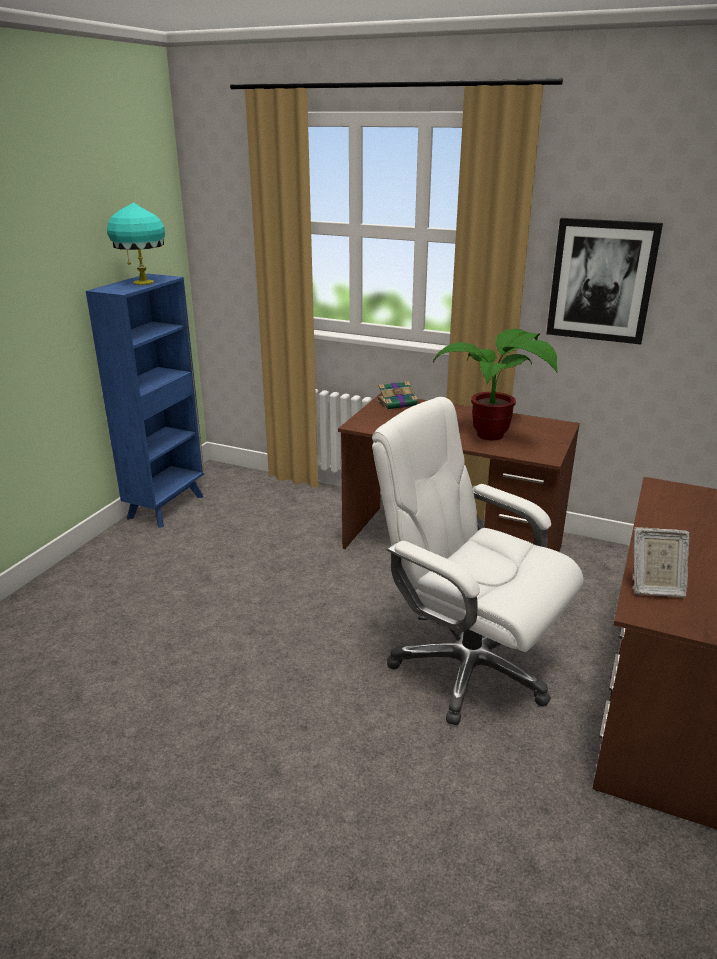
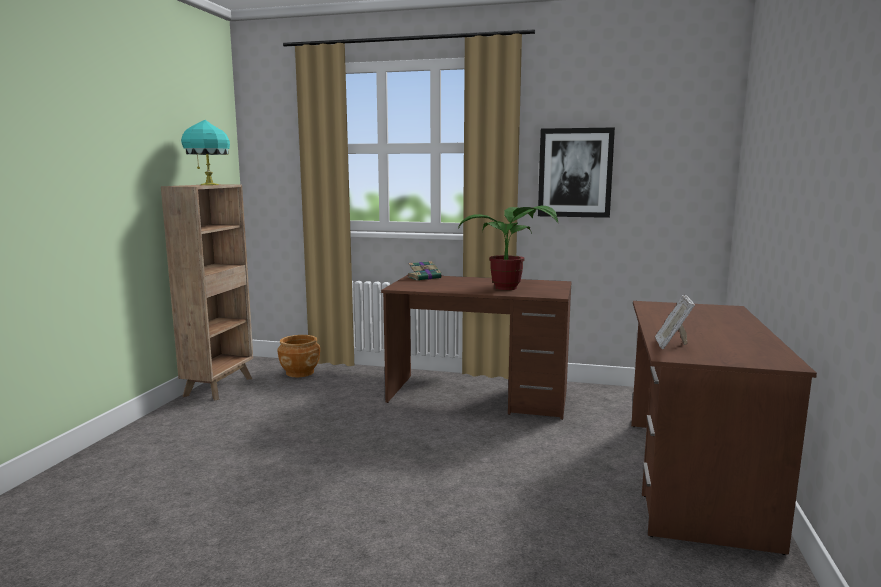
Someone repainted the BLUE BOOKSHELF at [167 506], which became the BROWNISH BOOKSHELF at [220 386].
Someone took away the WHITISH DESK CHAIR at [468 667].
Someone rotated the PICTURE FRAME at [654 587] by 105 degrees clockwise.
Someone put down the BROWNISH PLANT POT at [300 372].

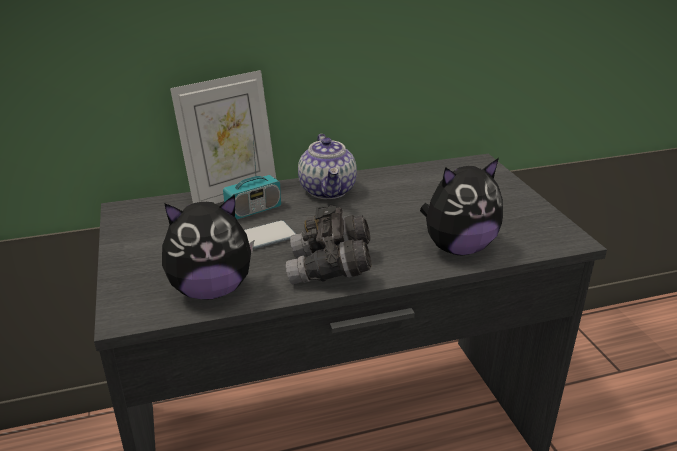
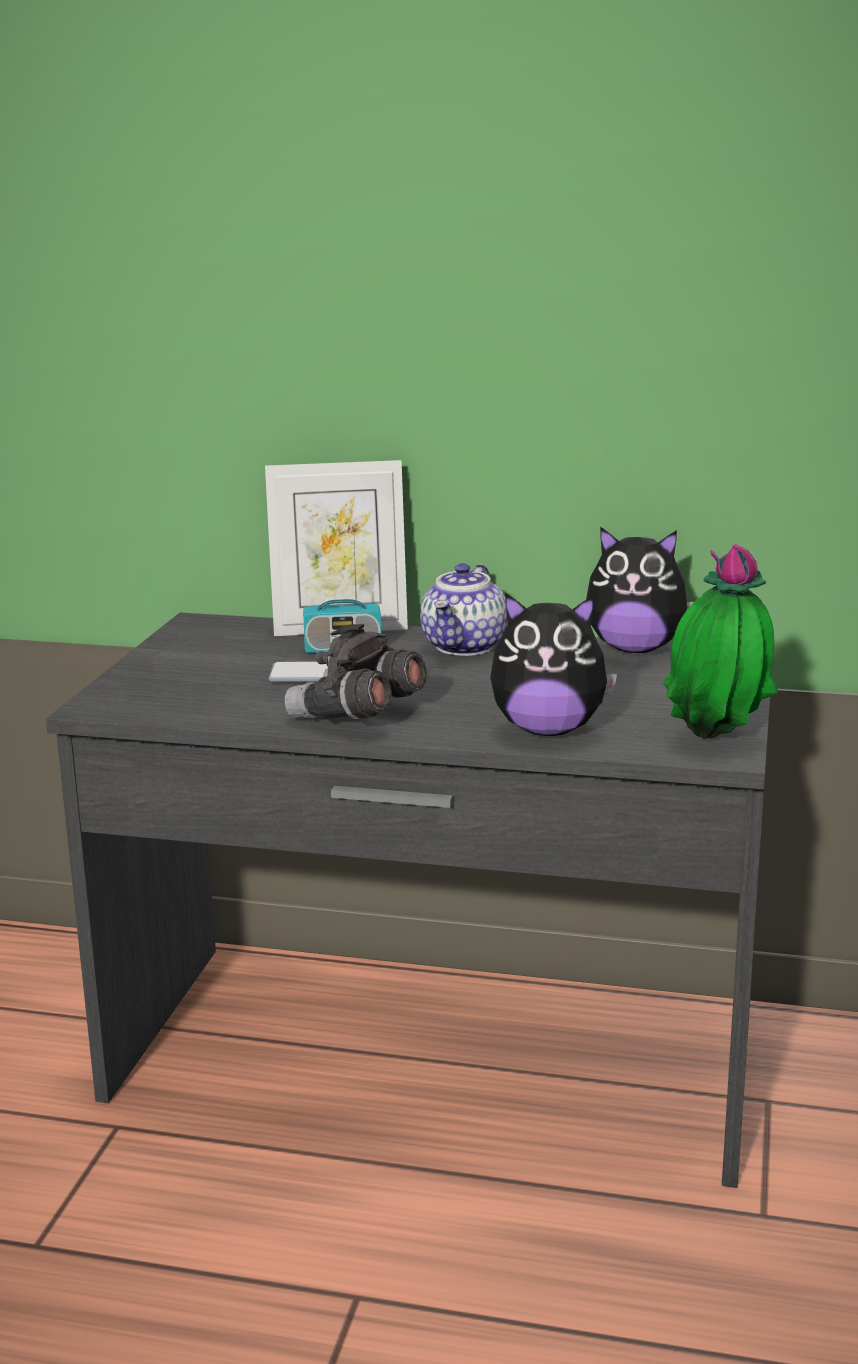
Someone carried the SOFT TOY from [211 290] to [635 649].
Someone put down the POTTED PLANT at [716 741].

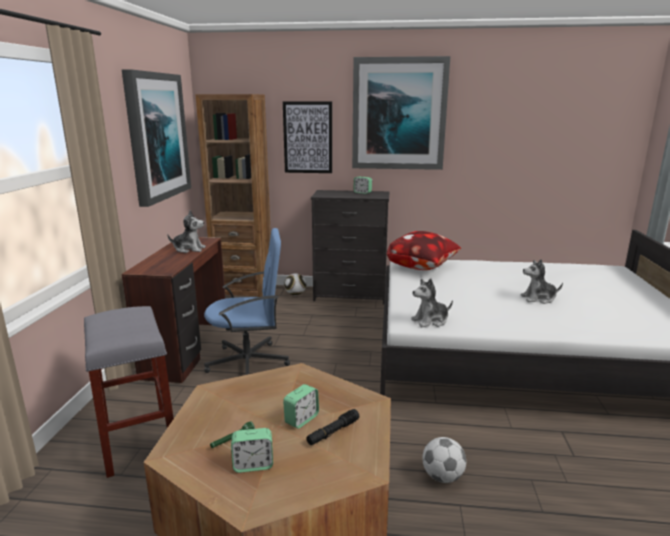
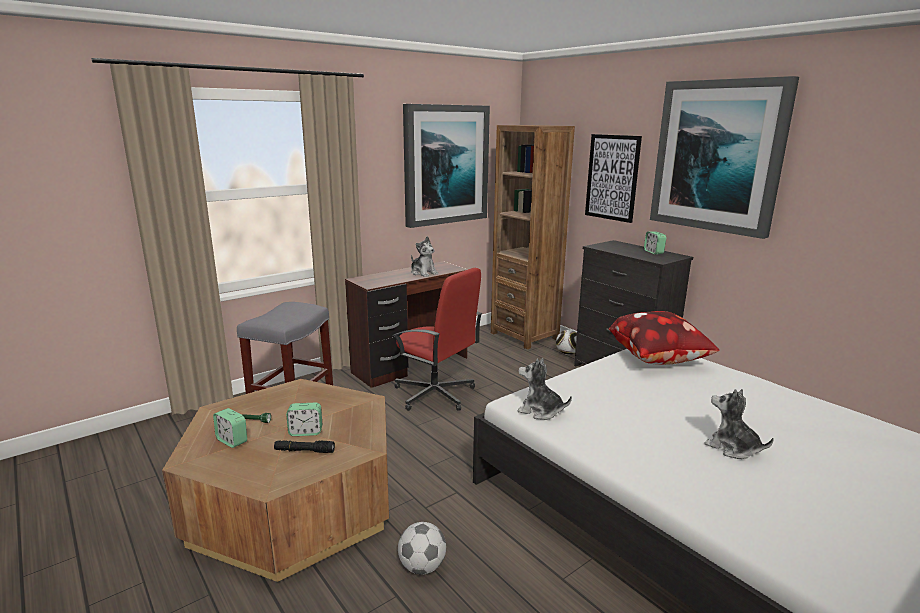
Someone repainted the BLUE DESK CHAIR at [249 362], which became the RED-COLOURED DESK CHAIR at [435 394].

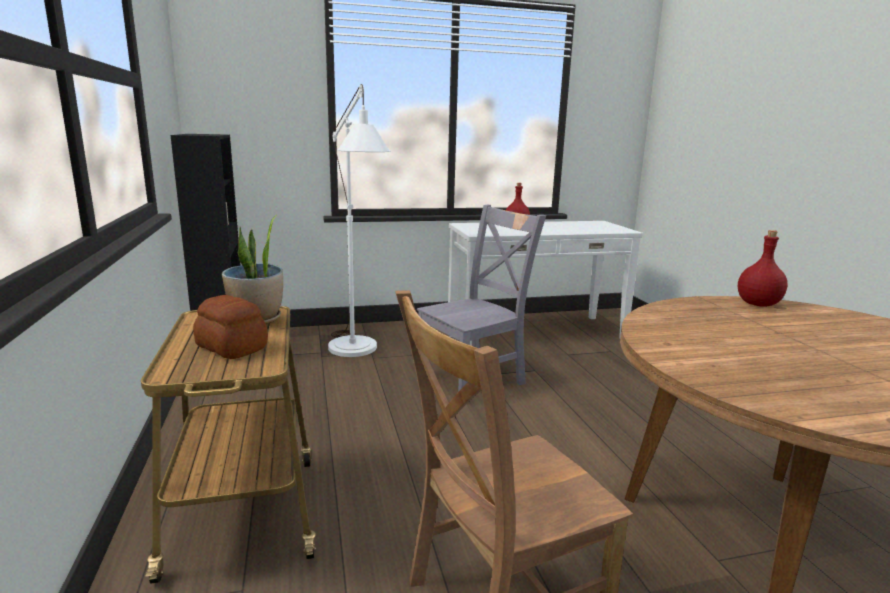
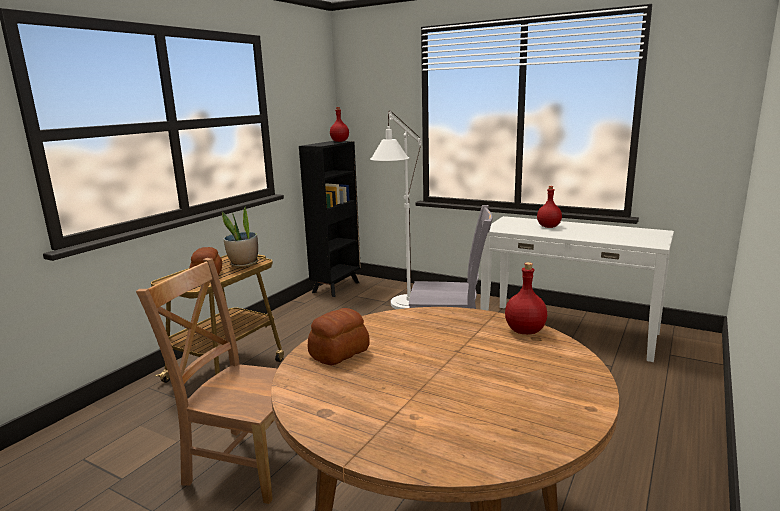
Someone put down the RED-COLOURED DRINK BOTTLE at [339 141].
Someone put down the BAKERY BREAD at [340 353].

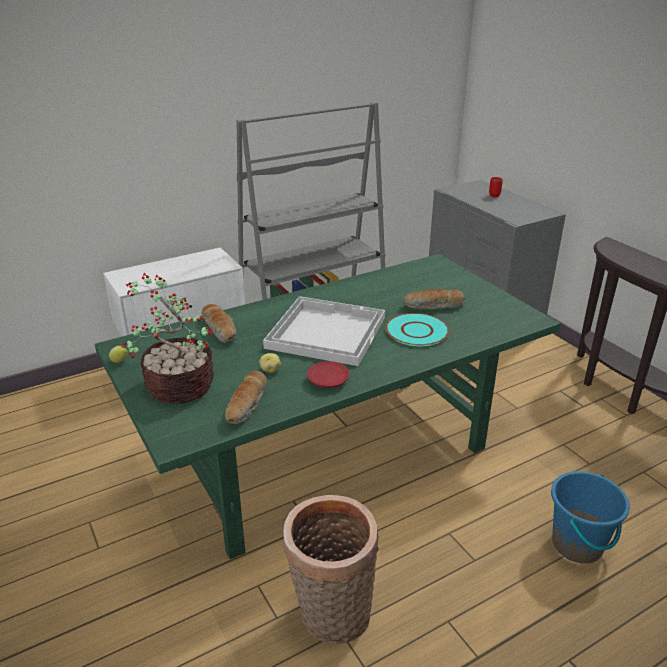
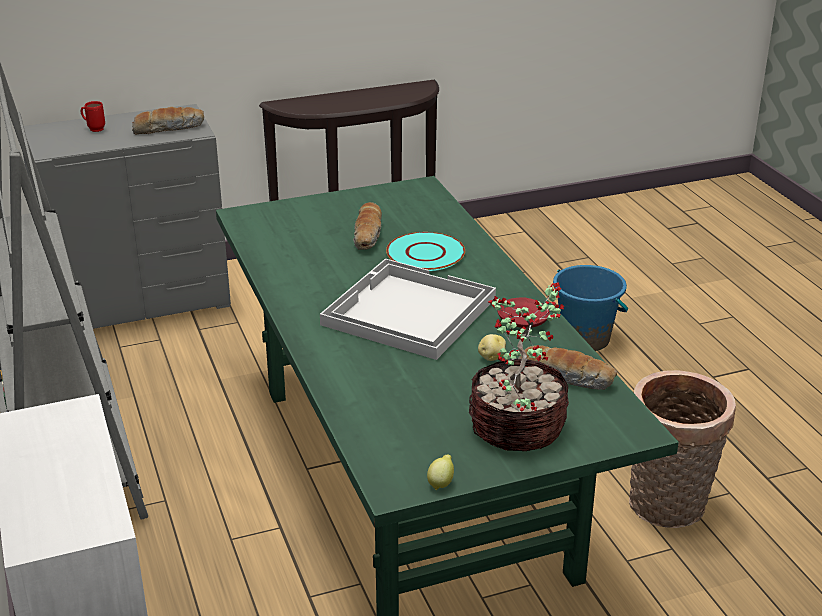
Someone carried the BAKERY BREAD from [220 329] to [169 128].

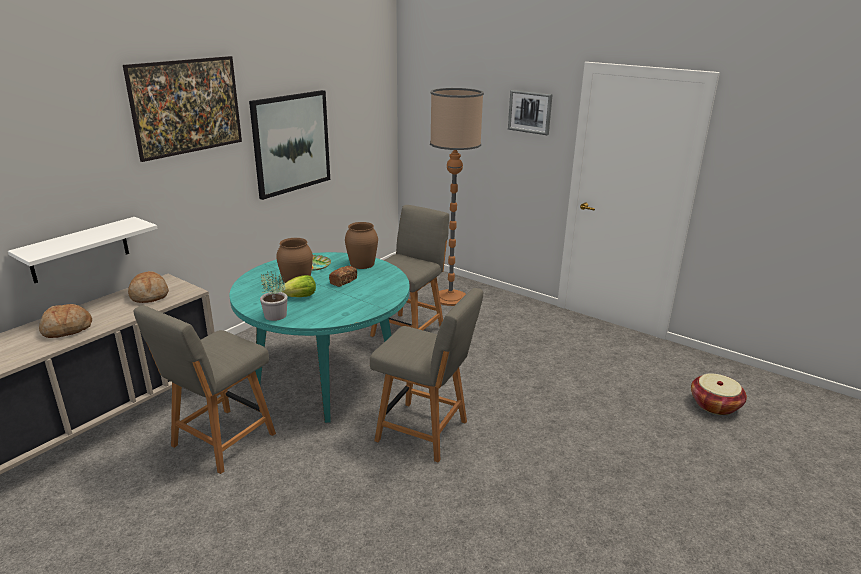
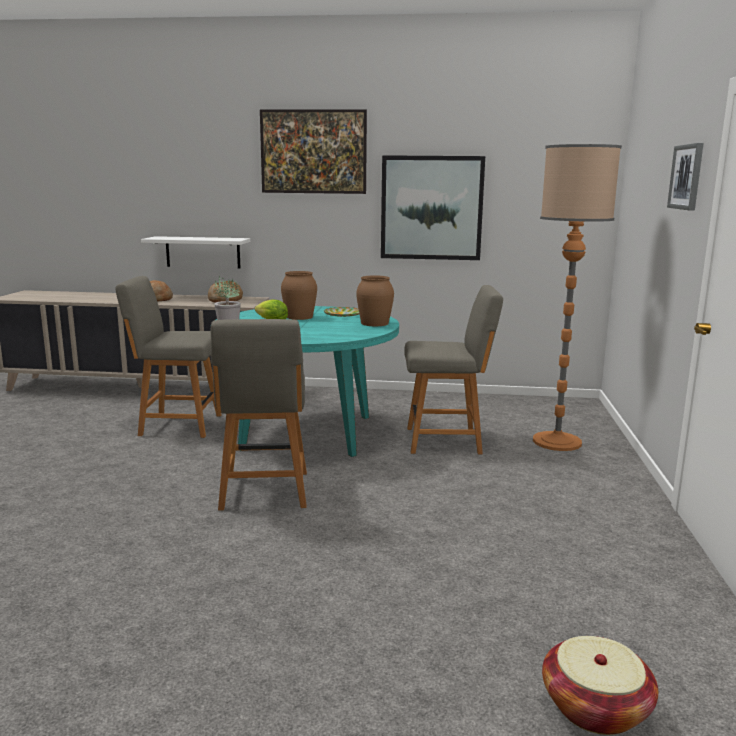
Someone took away the BAKERY BREAD at [343 281].

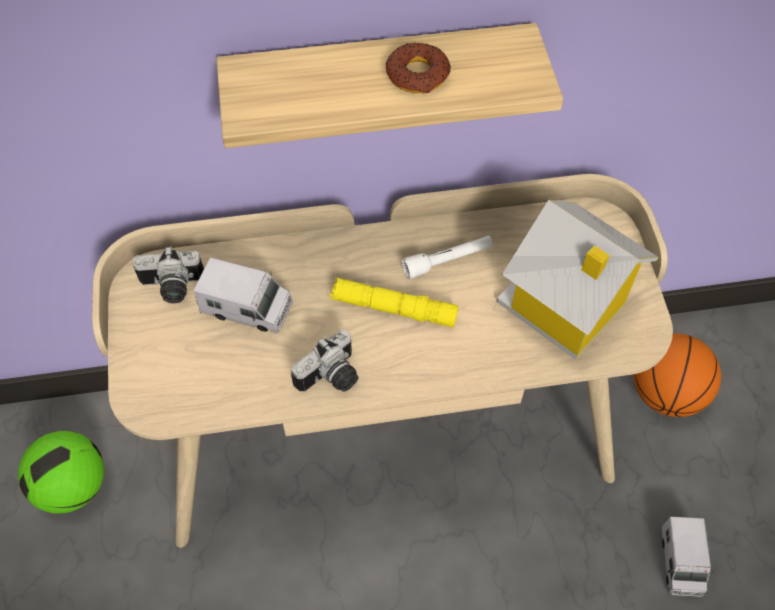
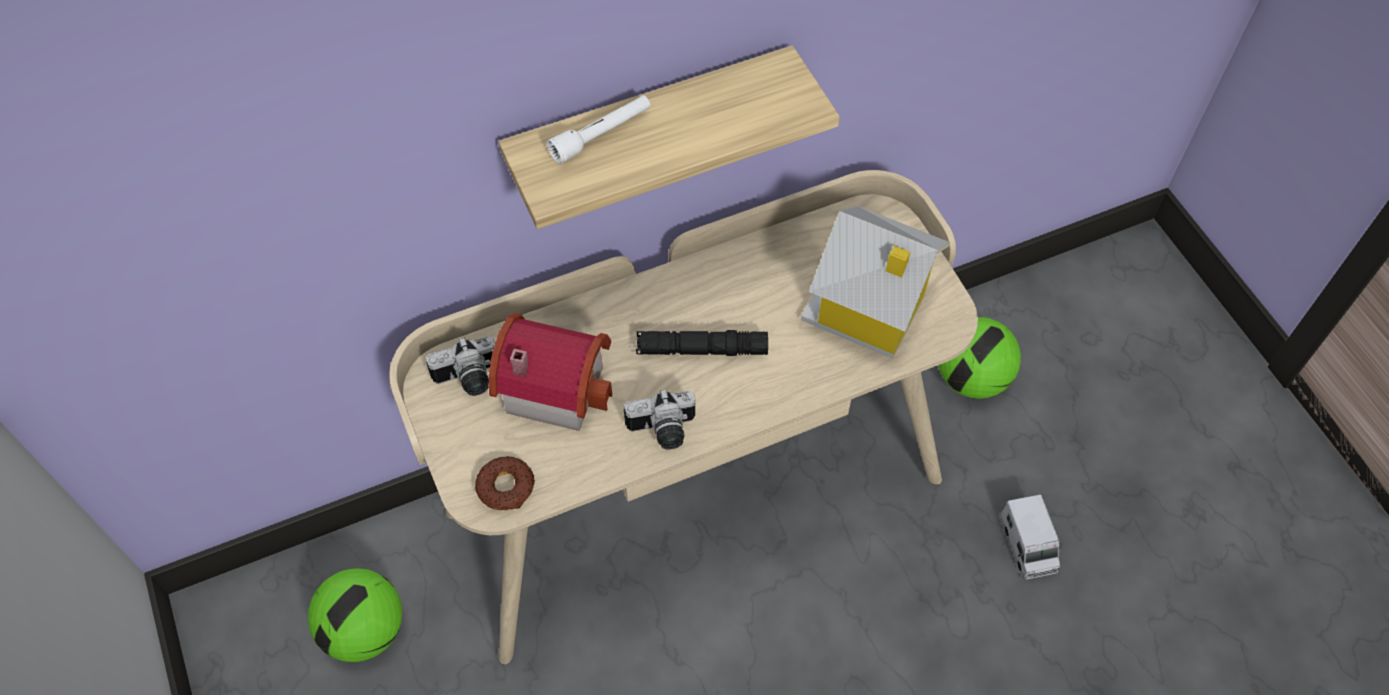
Someone carried the DONUT from [418 74] to [506 487].
Someone carried the WHITISH HAND TORCH from [447 261] to [601 135].
Someone swapped the MODEL TRUCK at [247 308] for the MINIATURE HOUSE at [554 383].
Someone repainted the YELLOW HAND TORCH at [393 308], which became the BLACK HAND TORCH at [702 349].
Someone rotated the PHOTO CAMERA at [332 378] by 45 degrees clockwise.
Someone swapped the BASKETBALL BALL at [665 393] for the FOOTBALL BALL at [971 378].

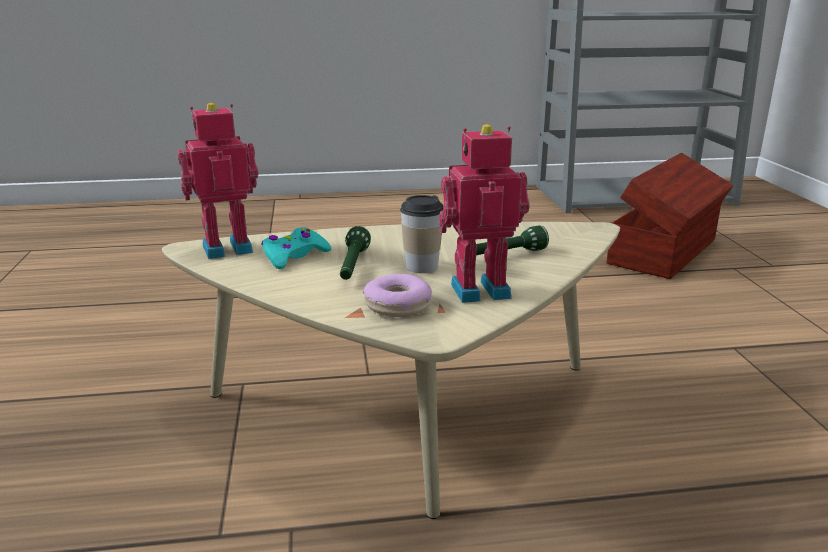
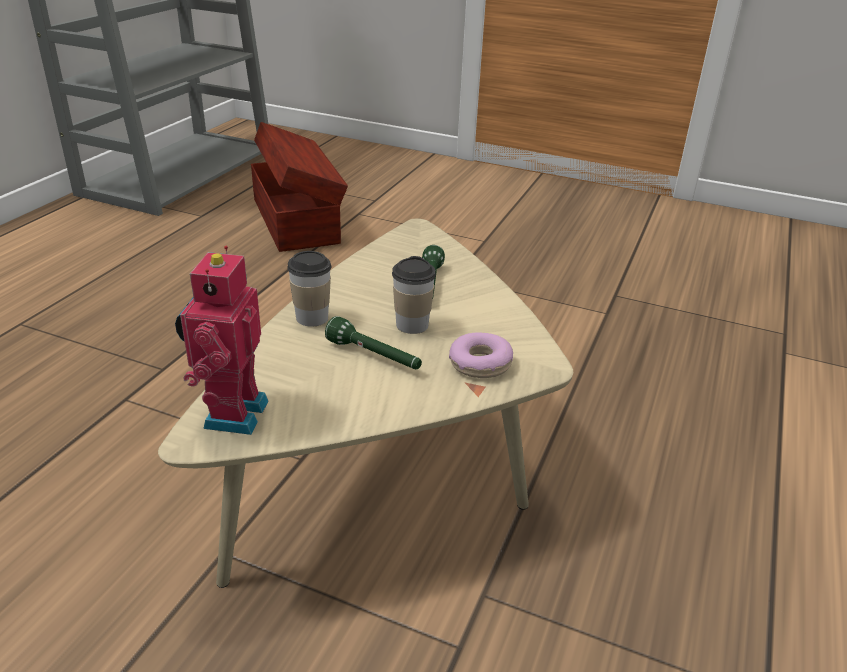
Someone took away the TOY ROBOT at [479 289].
Someone took away the TURQUOISE JOYPAD at [294 256].
Someone put down the DRINKING CUP at [312 318].

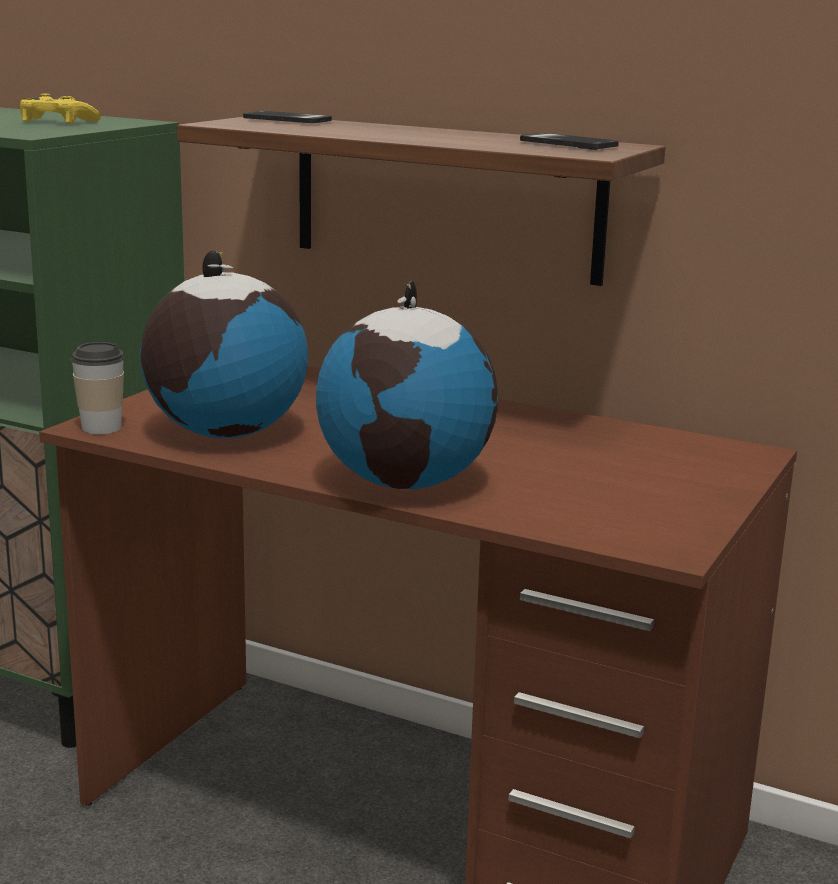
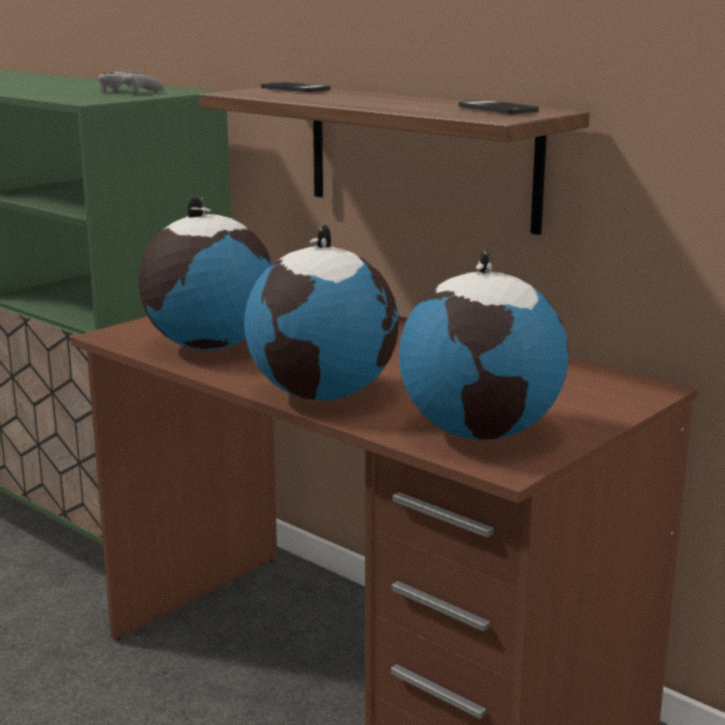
Someone repainted the YELLOW JOYPAD at [56 122], which became the GREY JOYPAD at [128 91].
Someone took away the DRINKING CUP at [101 427].
Someone put down the DESK GLOBE at [481 432].

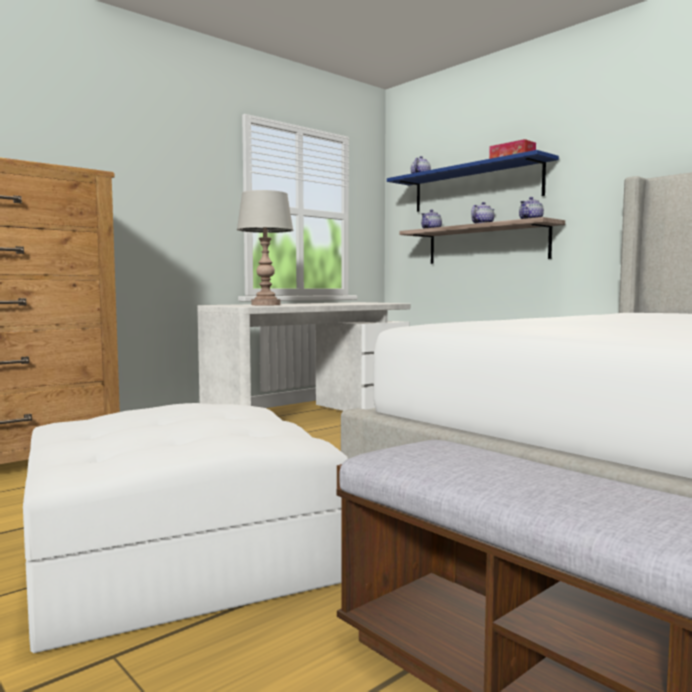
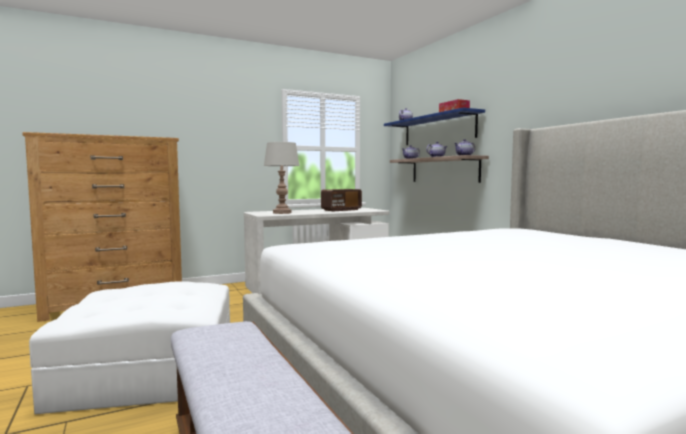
Someone put down the RADIO RECEIVER at [341 210].

